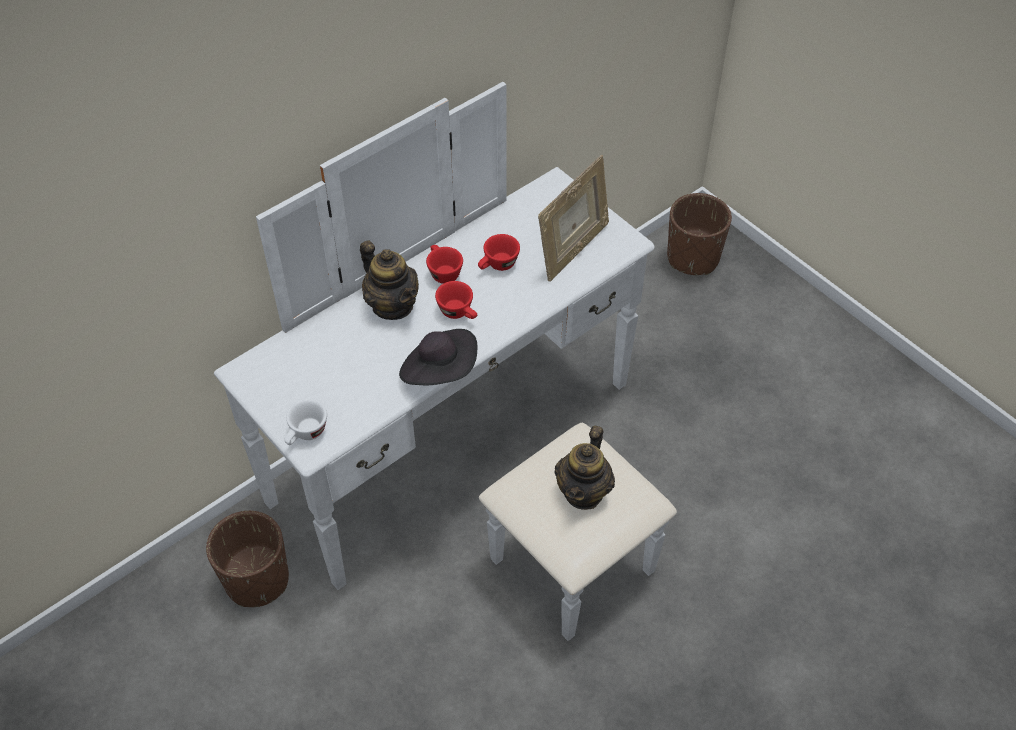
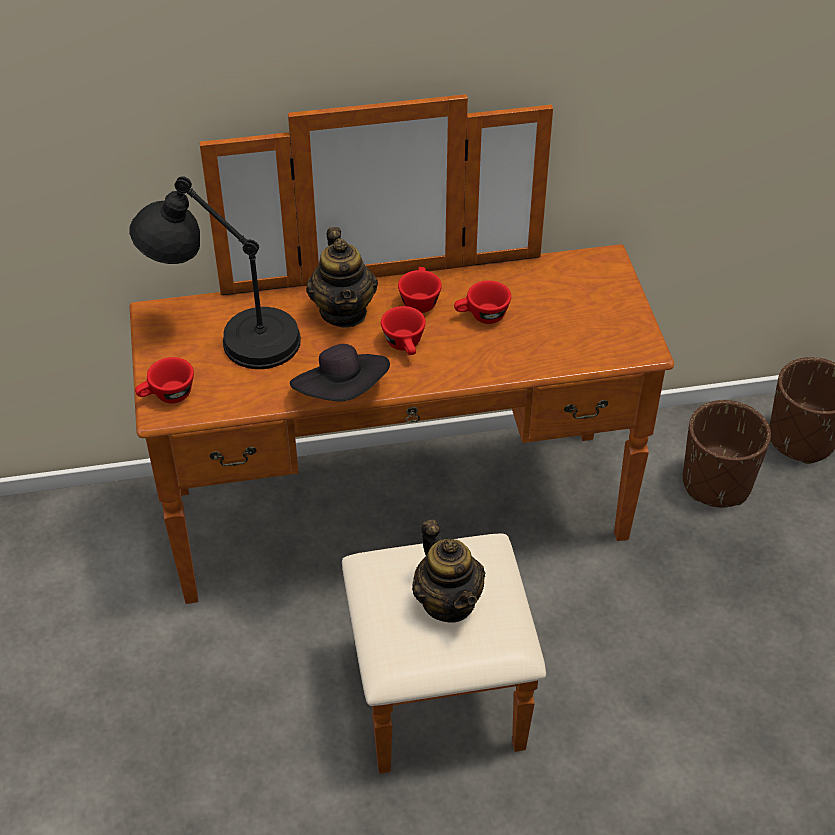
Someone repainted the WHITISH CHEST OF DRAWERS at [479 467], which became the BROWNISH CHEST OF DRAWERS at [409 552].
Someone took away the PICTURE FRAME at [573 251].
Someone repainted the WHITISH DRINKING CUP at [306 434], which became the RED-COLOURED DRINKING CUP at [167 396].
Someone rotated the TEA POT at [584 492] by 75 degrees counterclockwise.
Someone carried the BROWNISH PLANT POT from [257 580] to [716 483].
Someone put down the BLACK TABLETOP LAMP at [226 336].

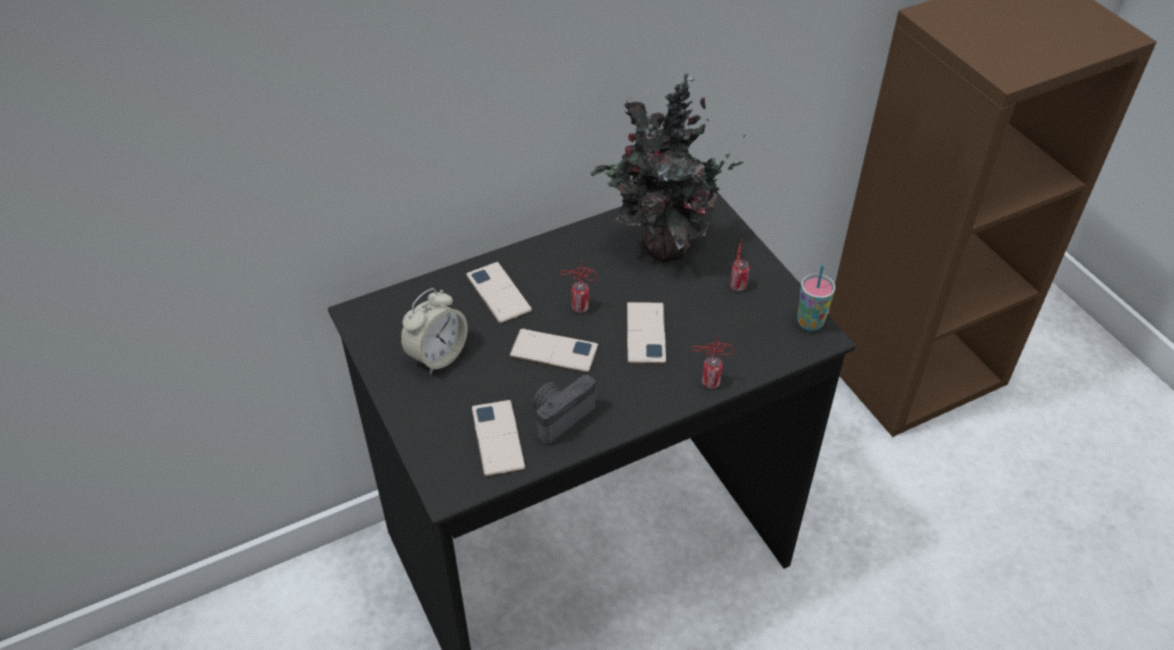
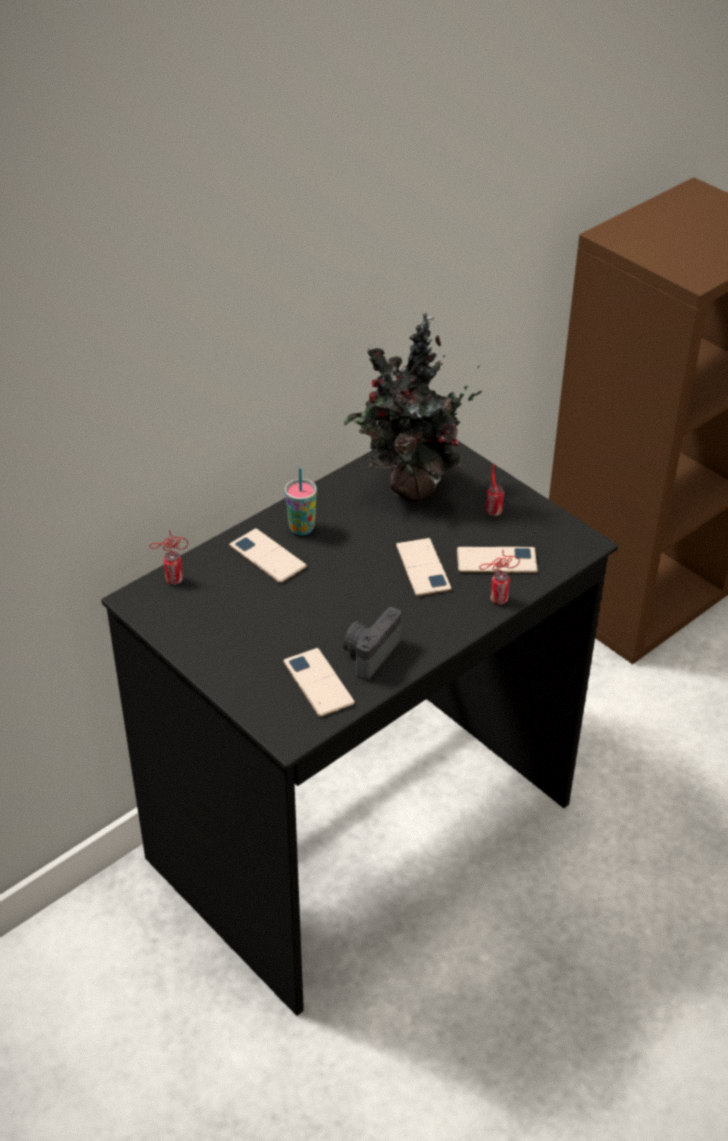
Someone carried the METAL CAN from [578 307] to [172 580].
Someone carried the DRINKING CUP from [810 323] to [301 528].
Someone took away the ALARM CLOCK at [437 355].
Someone carried the HANDSET from [554 351] to [496 561].

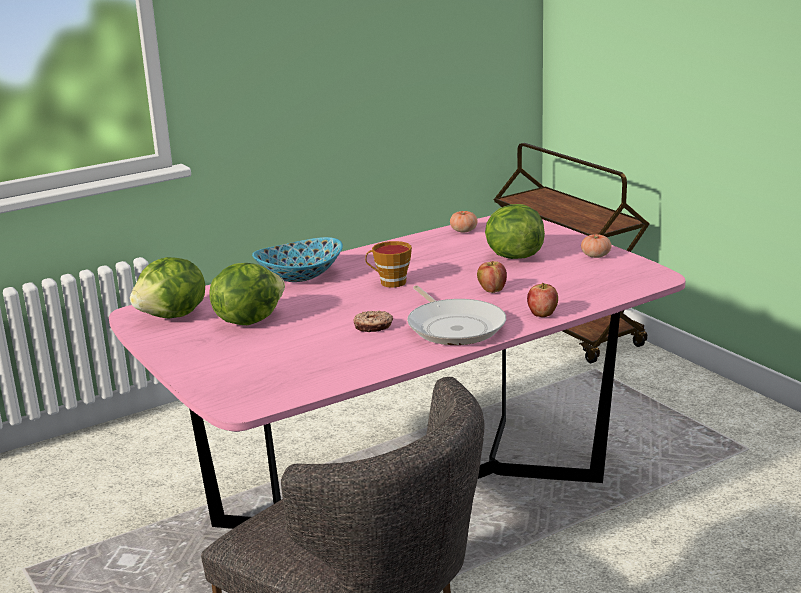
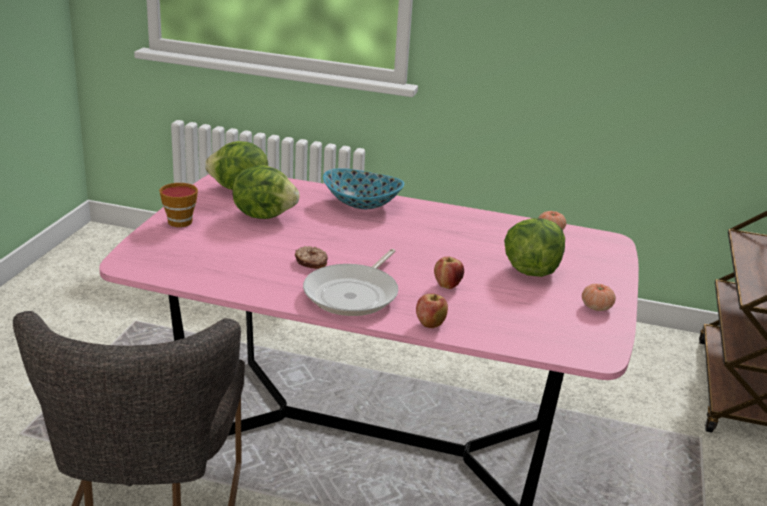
Someone carried the DRINKING CUP from [389 283] to [178 220].

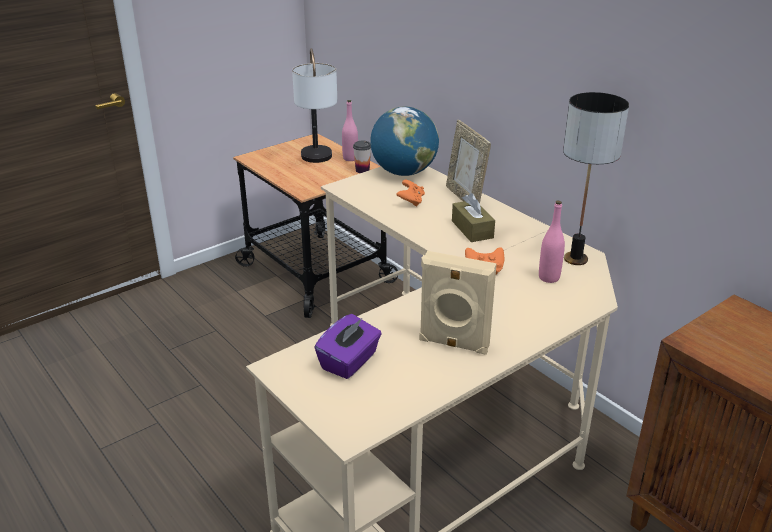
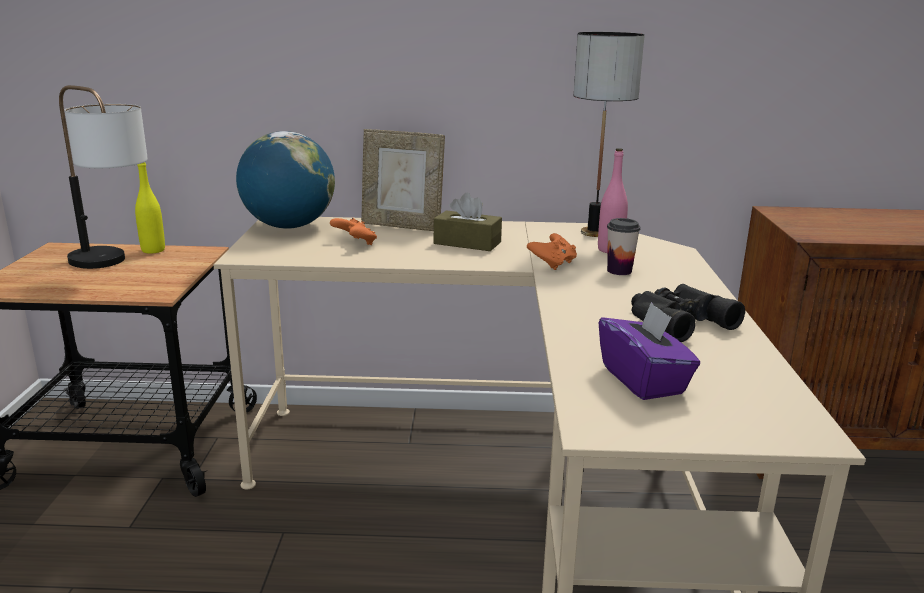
Someone repainted the PINK-COLOURED DRINK BOTTLE at [350 158], which became the YELLOW DRINK BOTTLE at [153 250].
Someone carried the DRINKING CUP from [362 170] to [619 271].
Someone swapped the BEIGE SPEAKER at [453 344] for the BLACK PAIR OF BINOCULARS at [675 320].

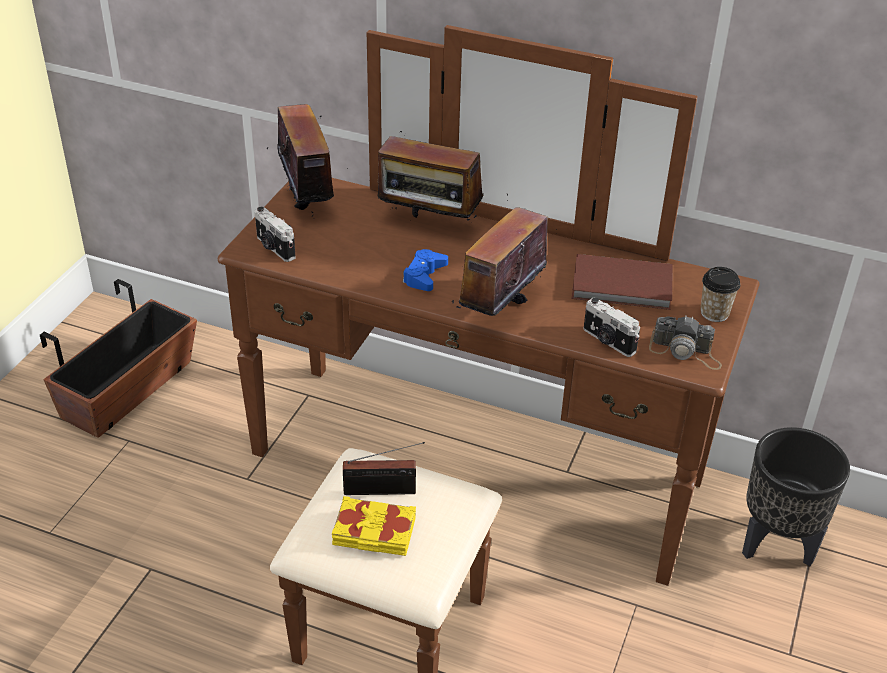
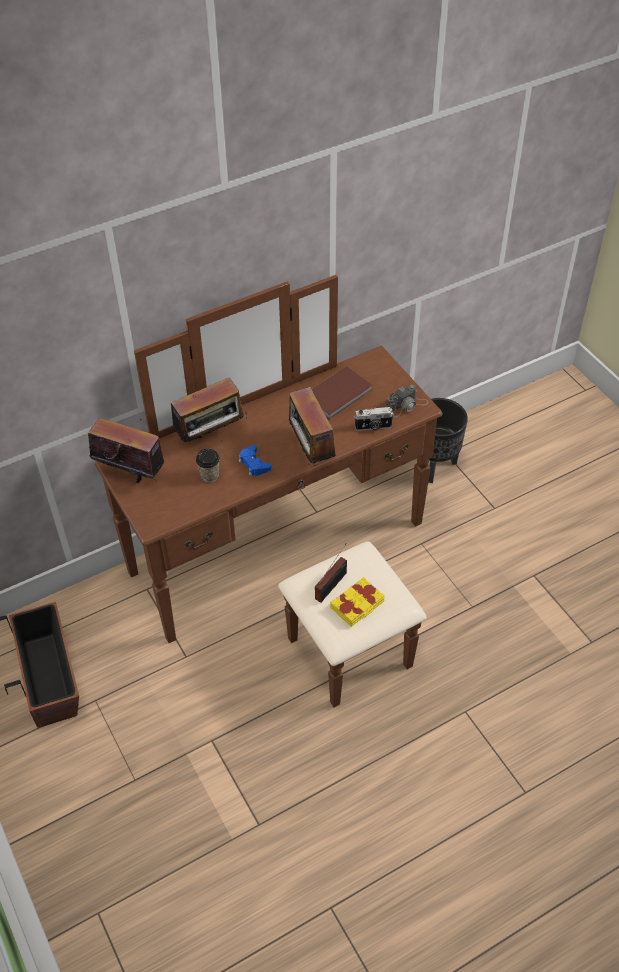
Someone took away the PHOTO CAMERA at [274 248].
Someone carried the DRINKING CUP from [714 313] to [209 475].

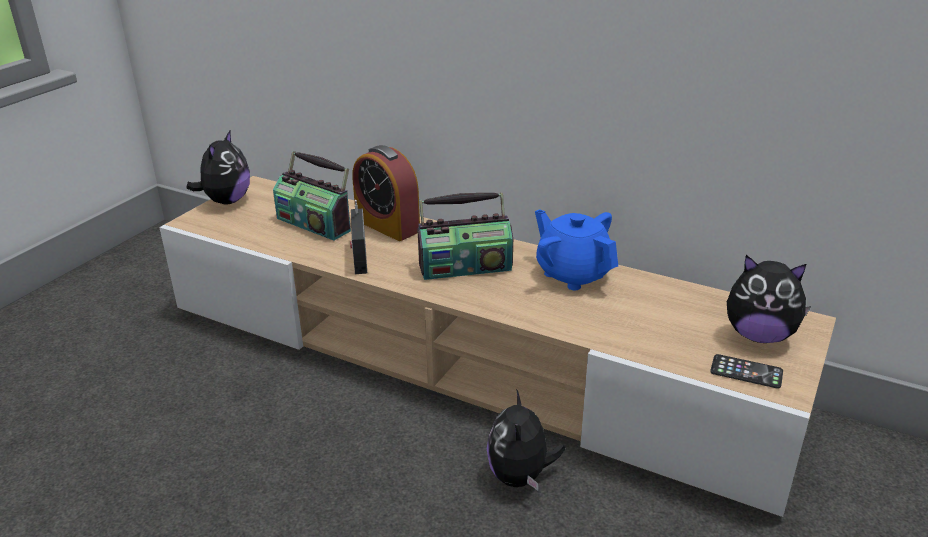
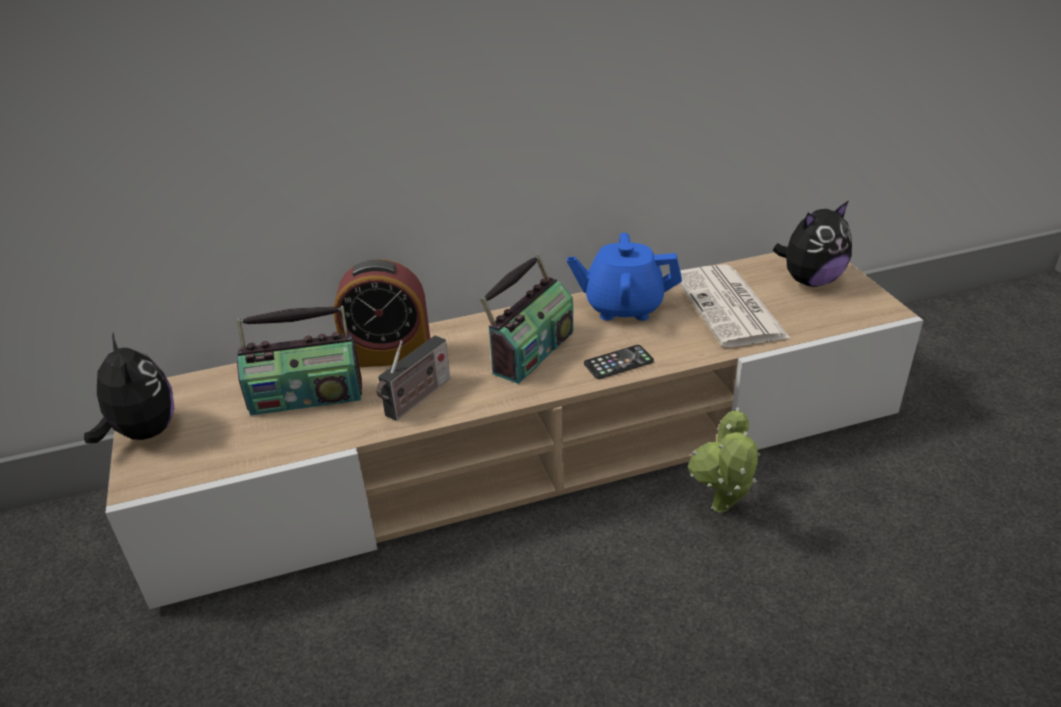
Someone rotated the RADIO RECEIVER at [359 256] by 90 degrees counterclockwise.
Someone carried the HANDSET from [746 372] to [618 362].
Someone swapped the SOFT TOY at [520 476] for the POTTED PLANT at [721 512].
Someone put down the NEWSPAPER at [730 307].

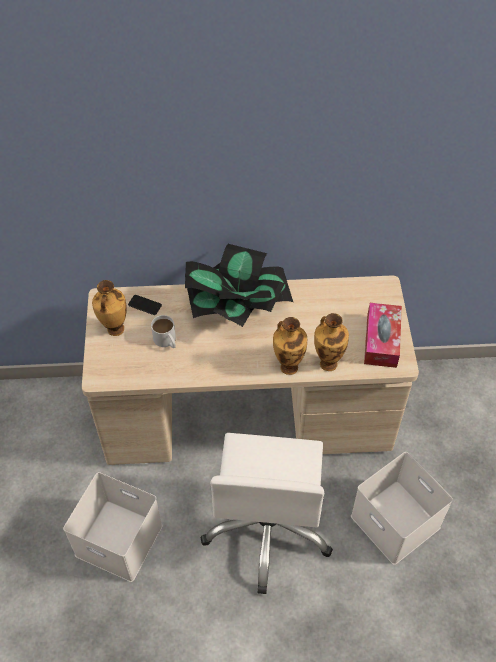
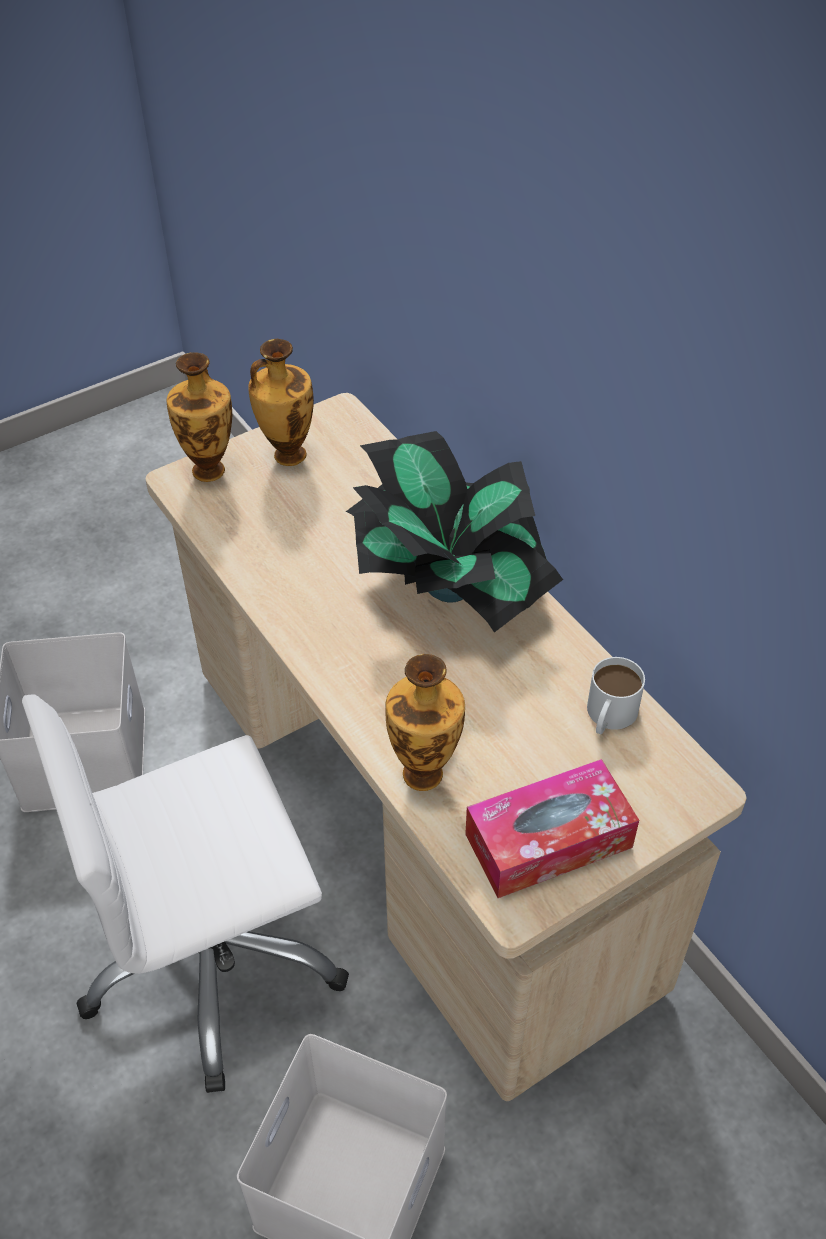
Someone took away the HANDSET at [145 305].
Someone carried the WHITISH MUG from [167 341] to [608 716].
Someone carried the VASE from [288 366] to [210 469].

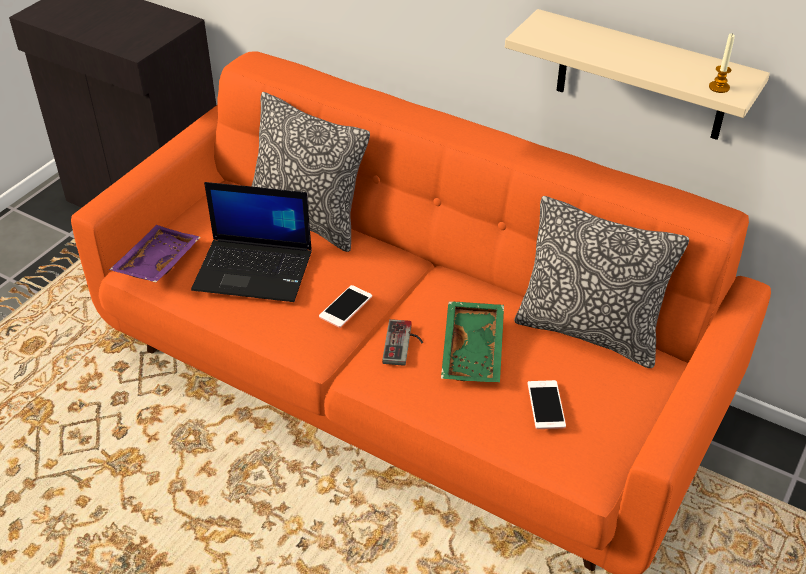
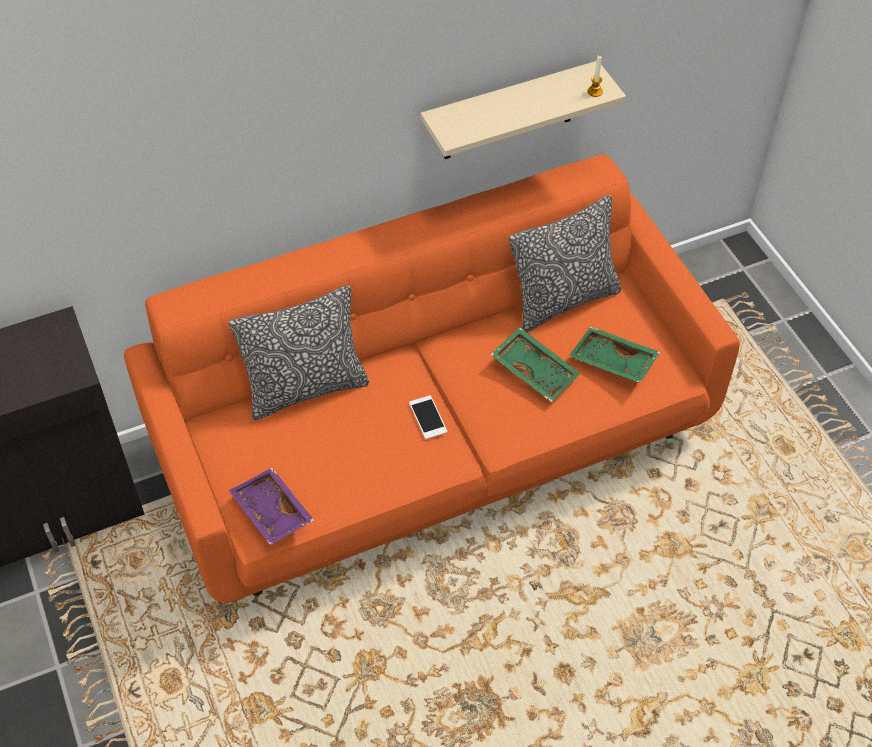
Someone took away the LAPTOP at [255 270].
Someone took away the JOYPAD at [404 344].
Someone swapped the HANDSET at [546 405] for the GREEN CARRYING TRAY at [612 362].

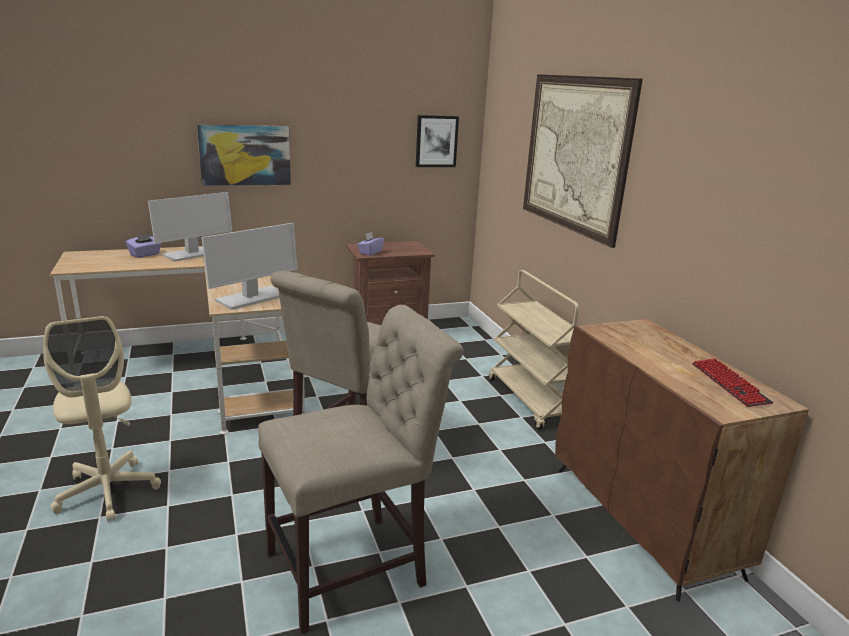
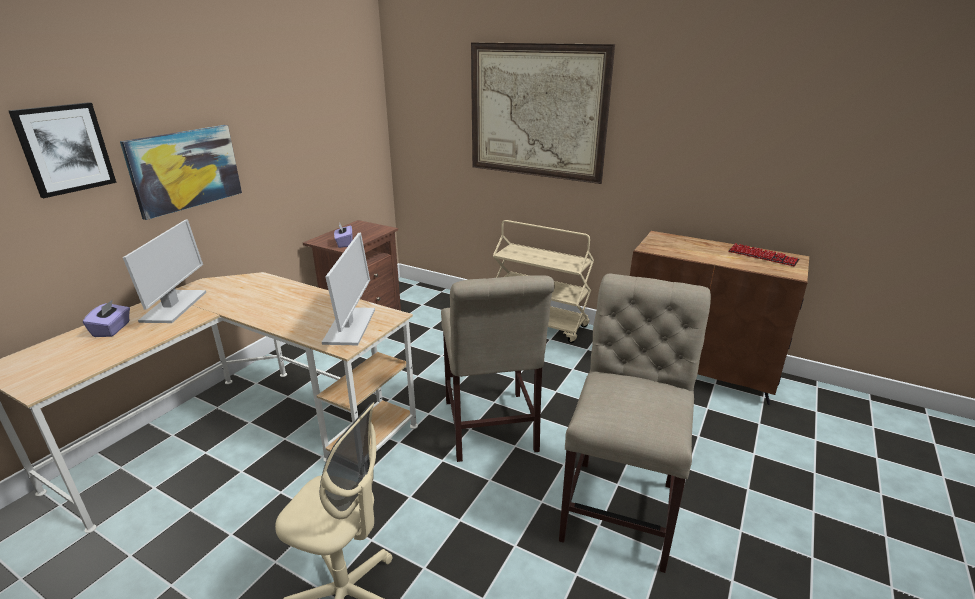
Someone carried the PICTURE from [436 141] to [65 149].

